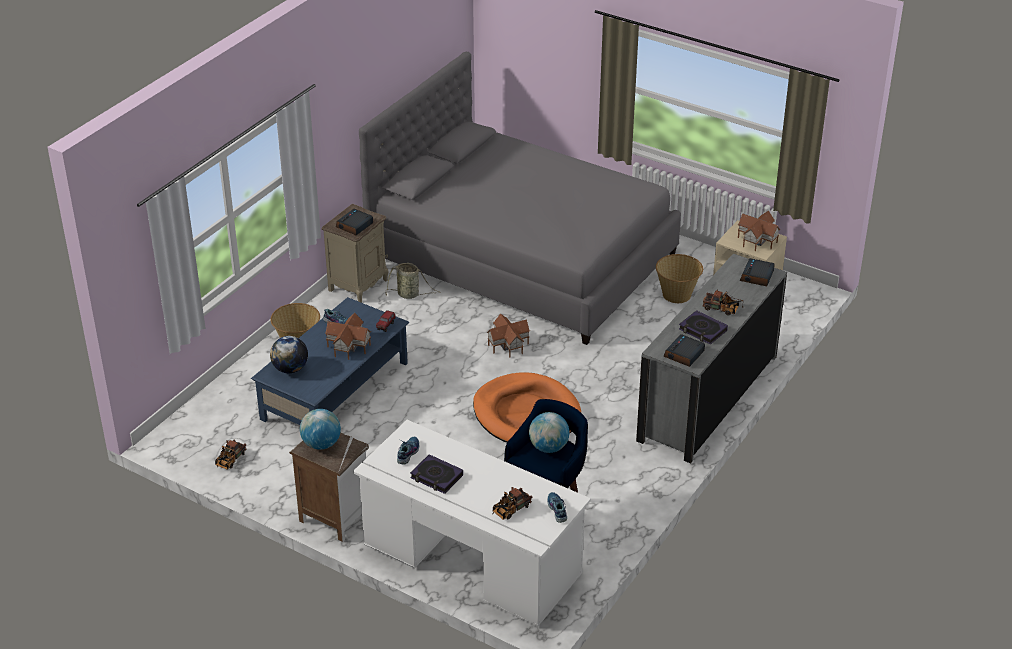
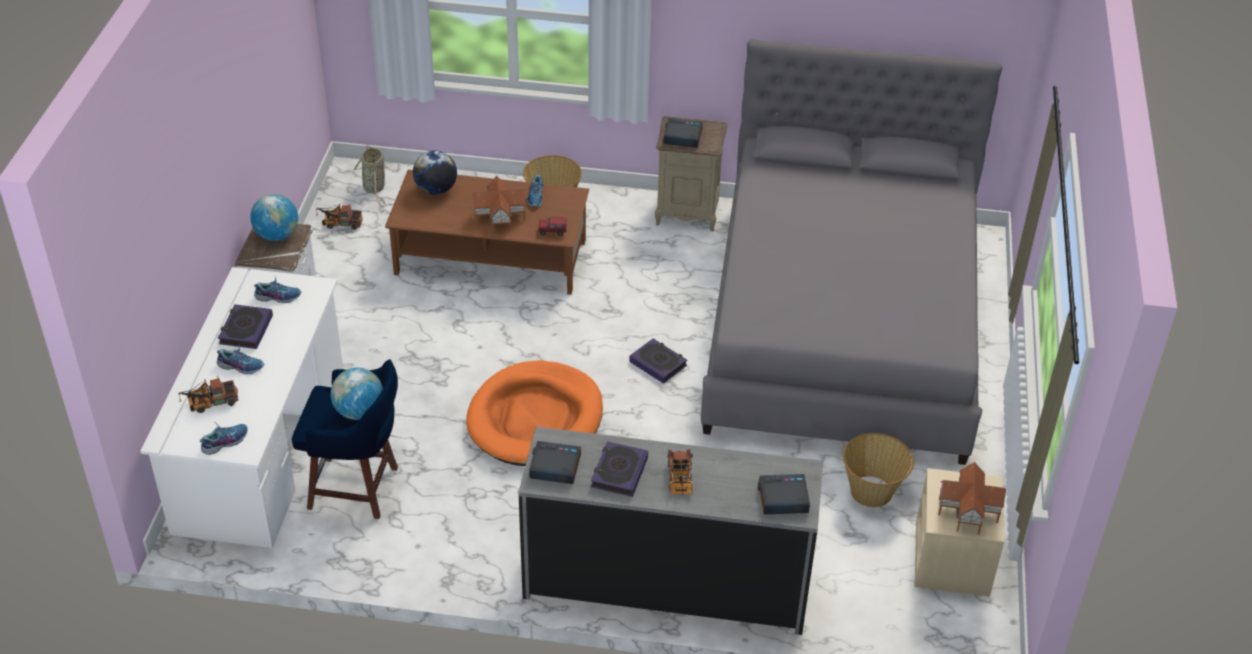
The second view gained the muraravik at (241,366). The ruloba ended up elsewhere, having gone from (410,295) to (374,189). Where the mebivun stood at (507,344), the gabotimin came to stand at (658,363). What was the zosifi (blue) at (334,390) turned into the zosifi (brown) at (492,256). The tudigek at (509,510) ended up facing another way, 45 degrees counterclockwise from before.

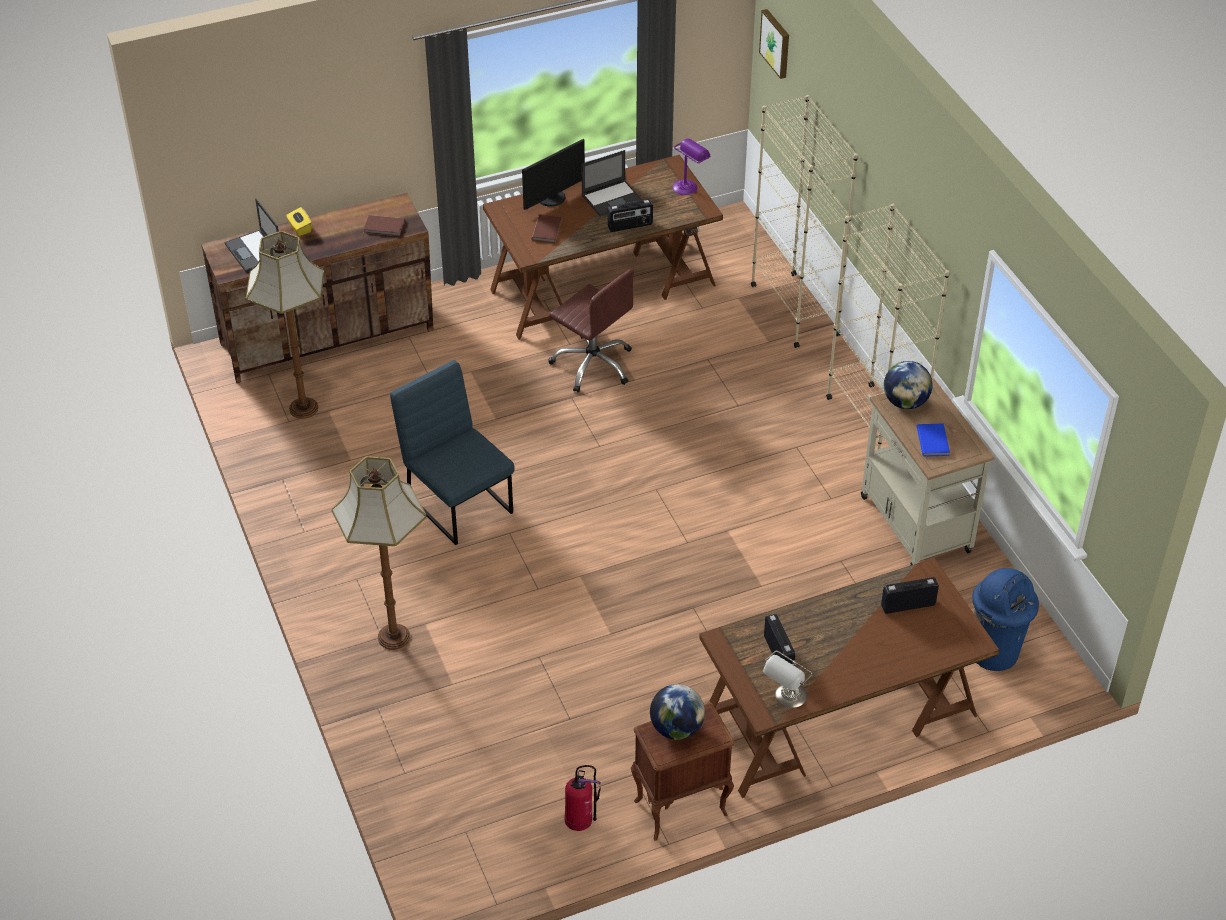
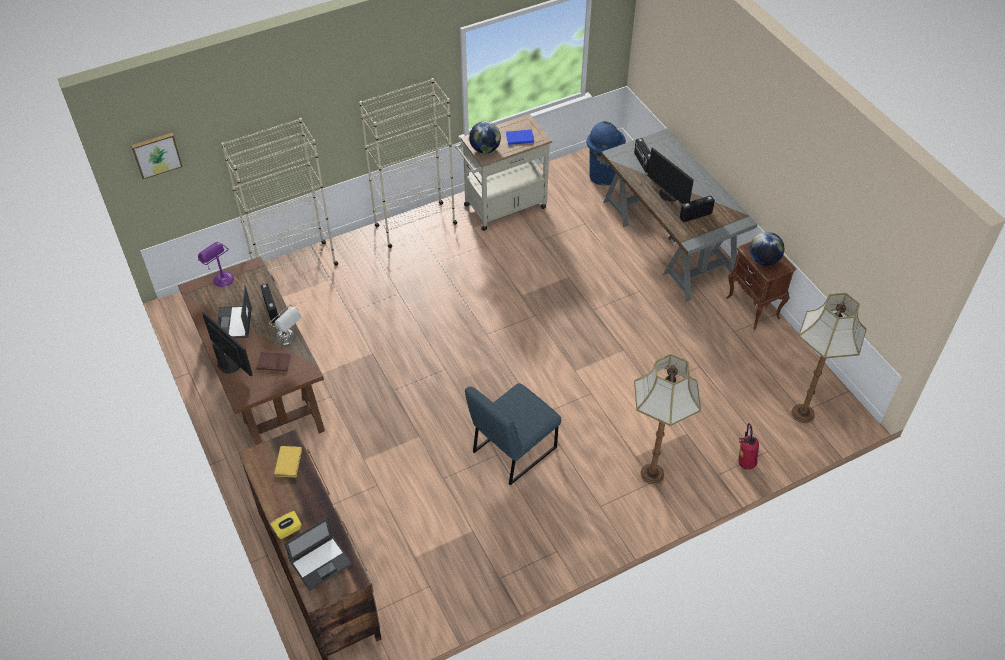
The second view lost the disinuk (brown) at (593,364). The second view gained the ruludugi at (668,194). The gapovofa ended up elsewhere, having gone from (303,409) to (803,414). The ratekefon ended up elsewhere, having gone from (580,821) to (745,463). The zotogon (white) ended up elsewhere, having gone from (787,699) to (288,338). What was the gabotimin (brown) at (384,227) turned into the gabotimin (yellow) at (289,462). What was the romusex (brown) at (839,720) turned into the romusex (grey) at (668,240). The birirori at (612,198) ended up facing another way, 150 degrees counterclockwise from before.

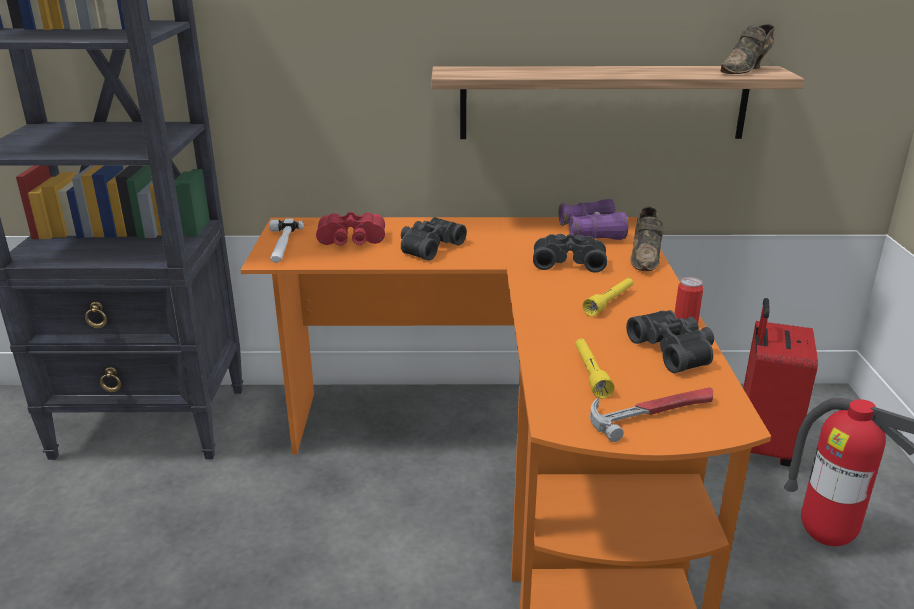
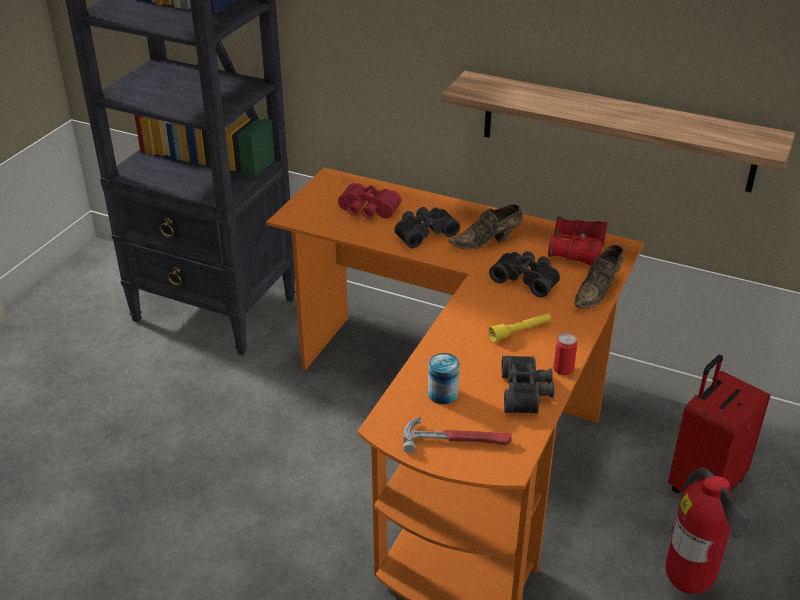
The second view lost the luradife at (281,245). The muraravik (brown) ended up elsewhere, having gone from (746,70) to (488,242). Where the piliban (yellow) stood at (590,374), the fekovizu came to stand at (443,394). What was the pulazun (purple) at (591,232) turned into the pulazun (red) at (577,250).

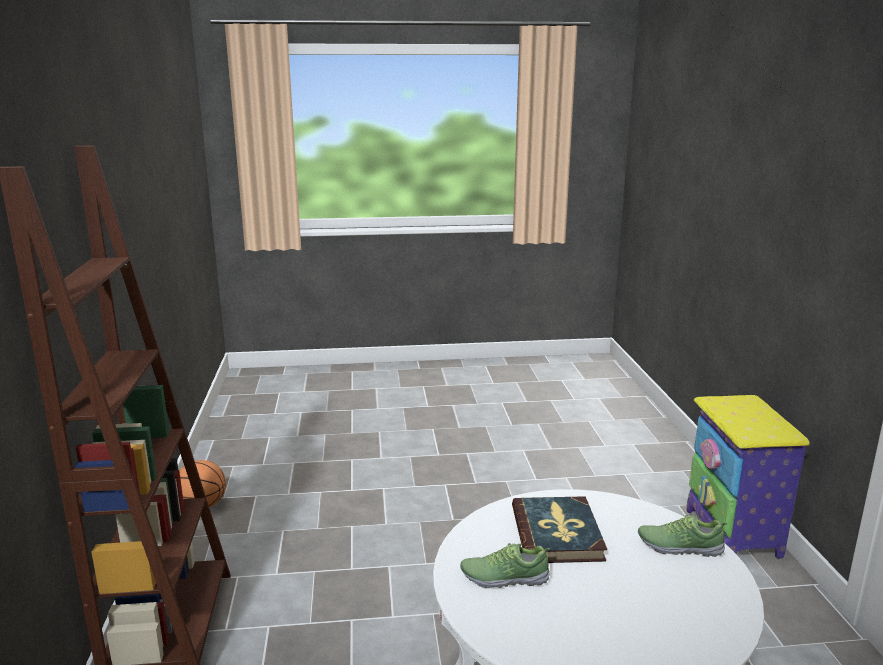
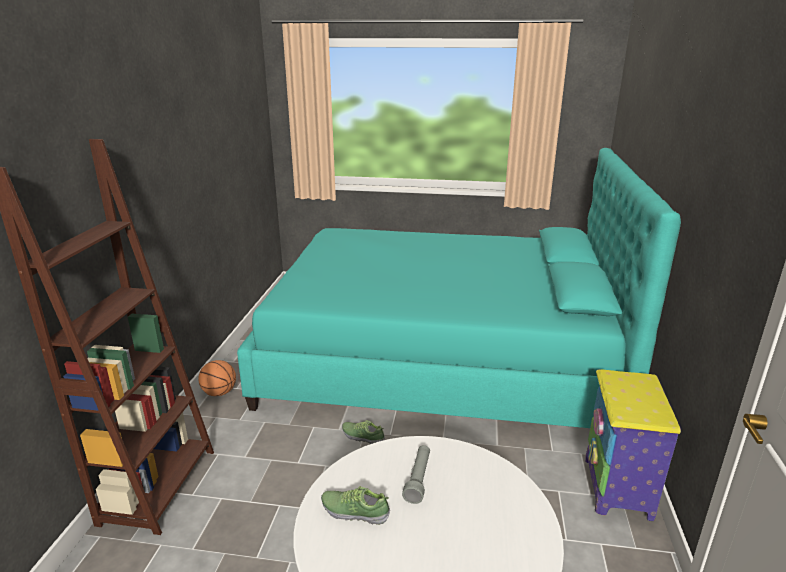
The second view gained the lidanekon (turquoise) at (440,358). The muraravik ended up elsewhere, having gone from (679,546) to (363,436). Where the gabotimin stood at (557,534), the piliban (grey) came to stand at (418,479).

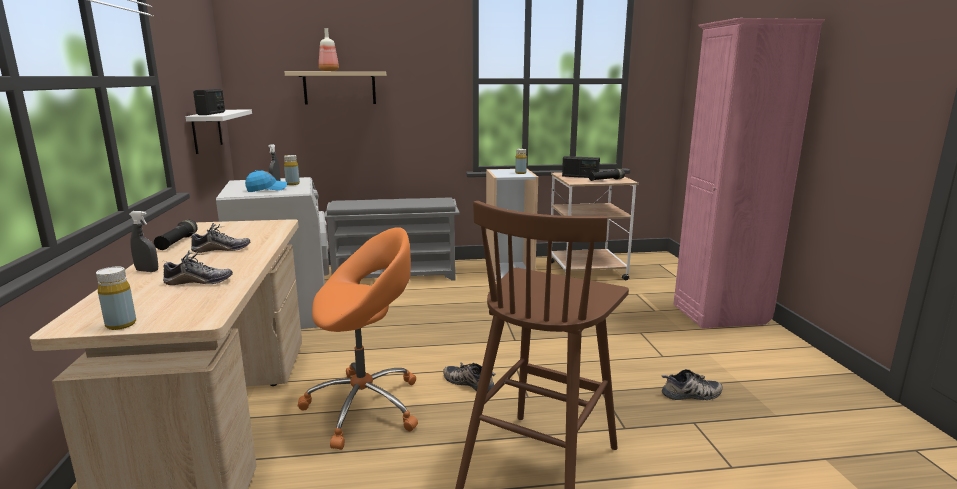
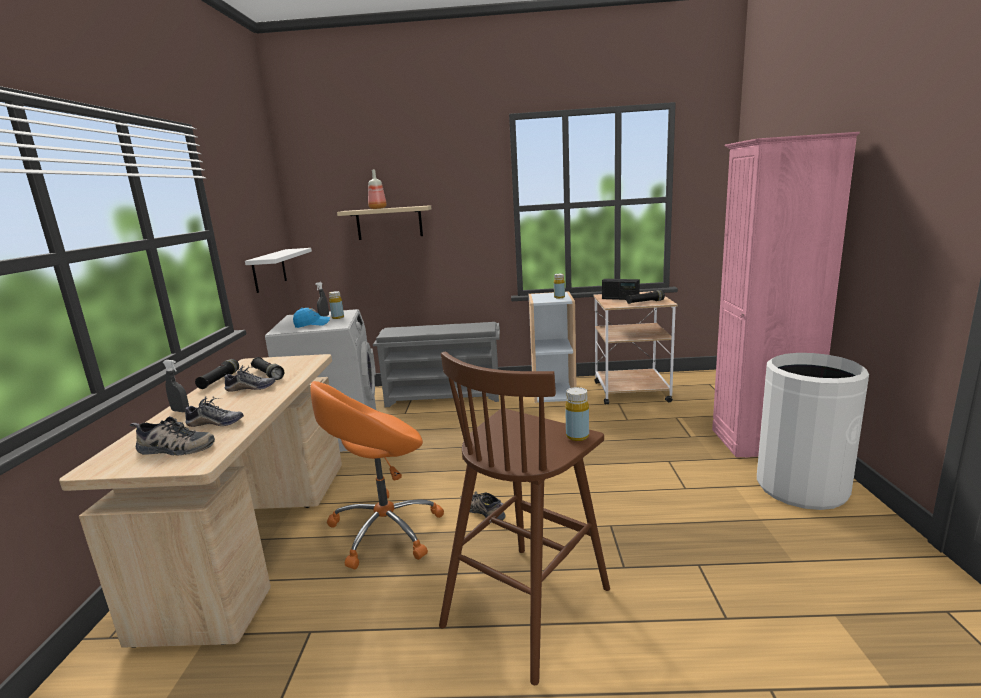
The second view lost the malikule at (211,113). The second view gained the piliban (black) at (268,374). The second view gained the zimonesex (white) at (801,487). The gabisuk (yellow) ended up elsewhere, having gone from (121,324) to (577,436). The muraravik ended up elsewhere, having gone from (691,394) to (174,449). The disinuk (orange) at (367,405) ended up facing another way, 150 degrees clockwise from before.

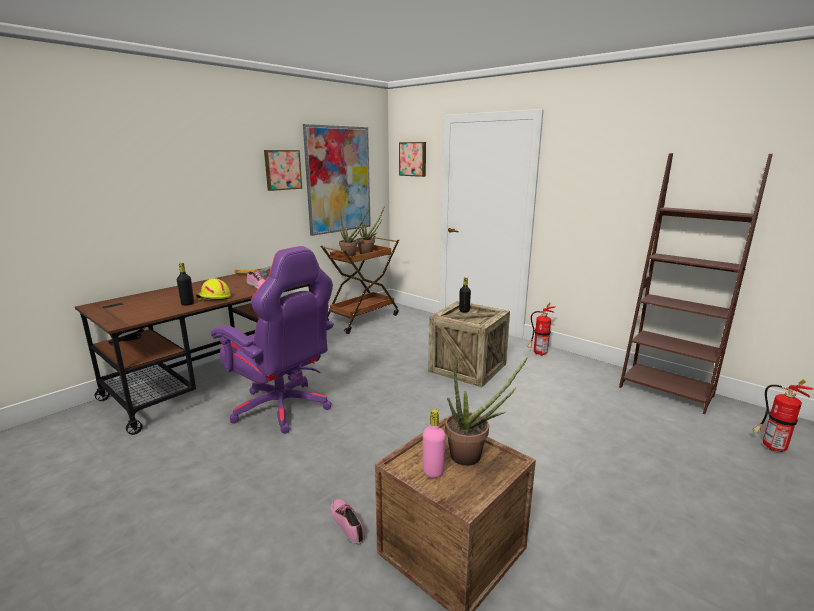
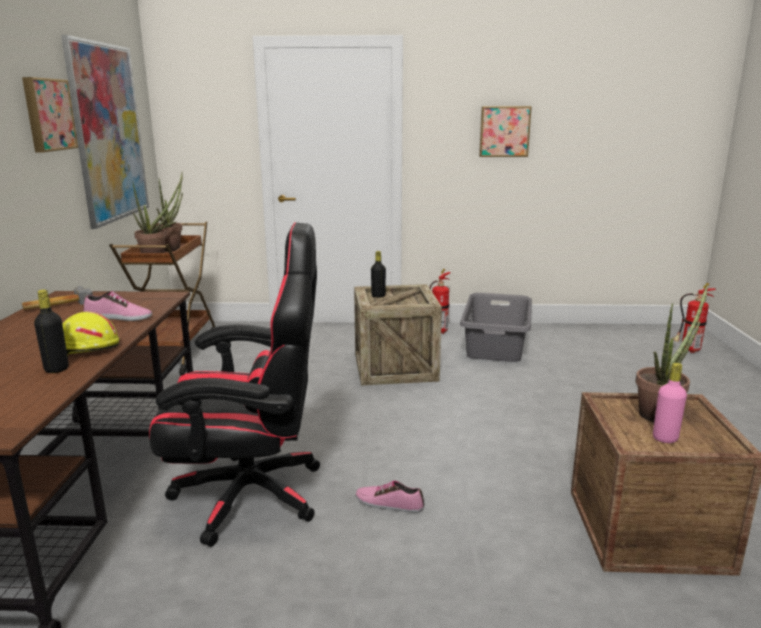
The second view lost the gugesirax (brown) at (666,391). The second view gained the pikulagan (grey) at (496,345). The muraravik ended up elsewhere, having gone from (347,523) to (389,503). The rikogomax ended up elsewhere, having gone from (413,159) to (504,131). What was the disinuk (purple) at (281,407) turned into the disinuk (black) at (248,495).

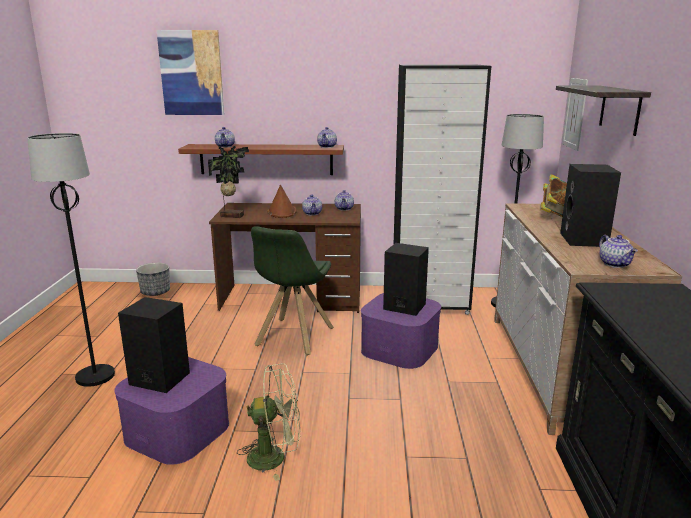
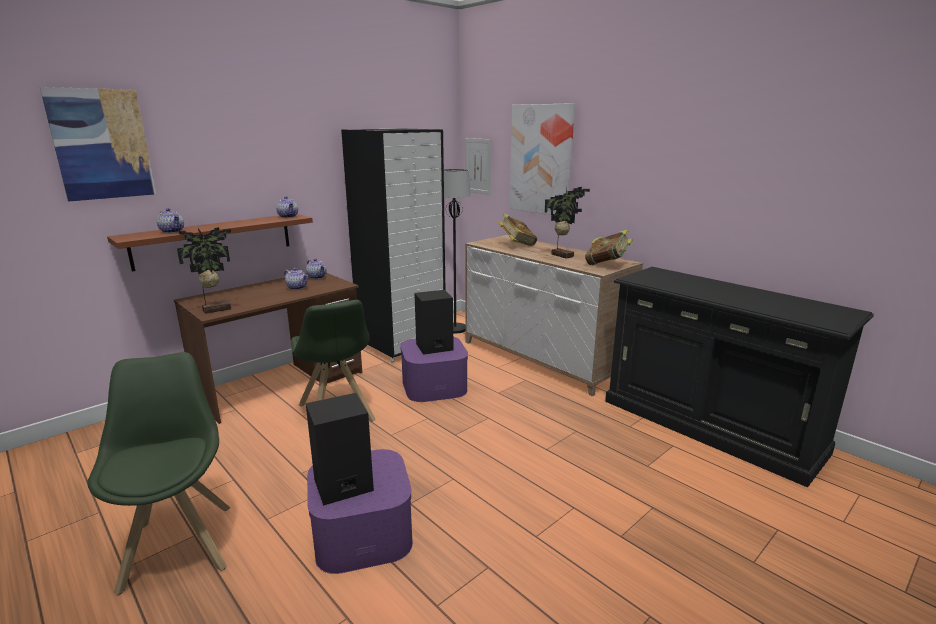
The second view lost the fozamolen at (156,292). The second view lost the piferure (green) at (275,457). The second view lost the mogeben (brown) at (281,212). Where the gapovofa (black) stood at (96,376), the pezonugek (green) came to stand at (179,545). Where the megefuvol hung at (620,109), the rikogomax came to hang at (541,160). Where the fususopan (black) stood at (585,240), the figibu came to stand at (563,255). Where the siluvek stood at (615,264), the gabotimin came to stand at (607,264).

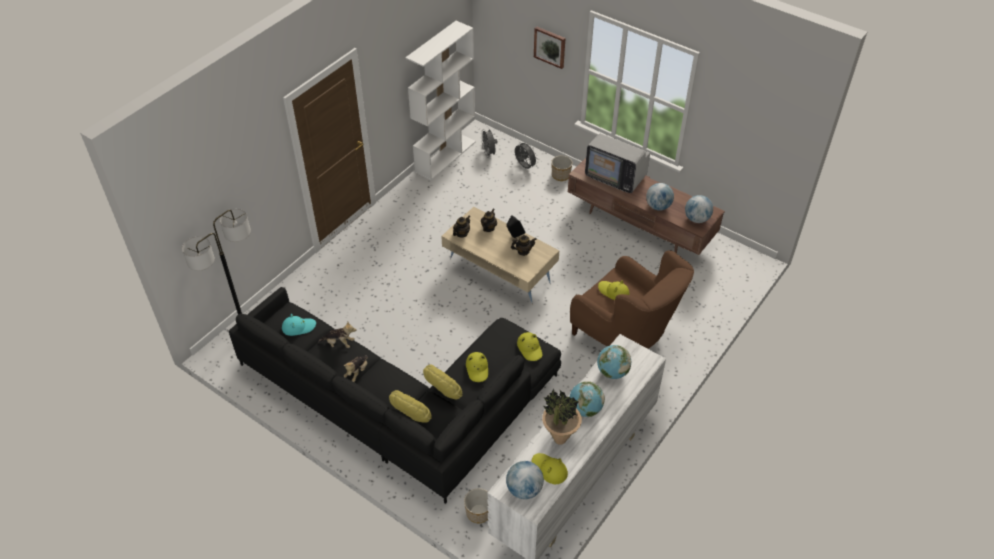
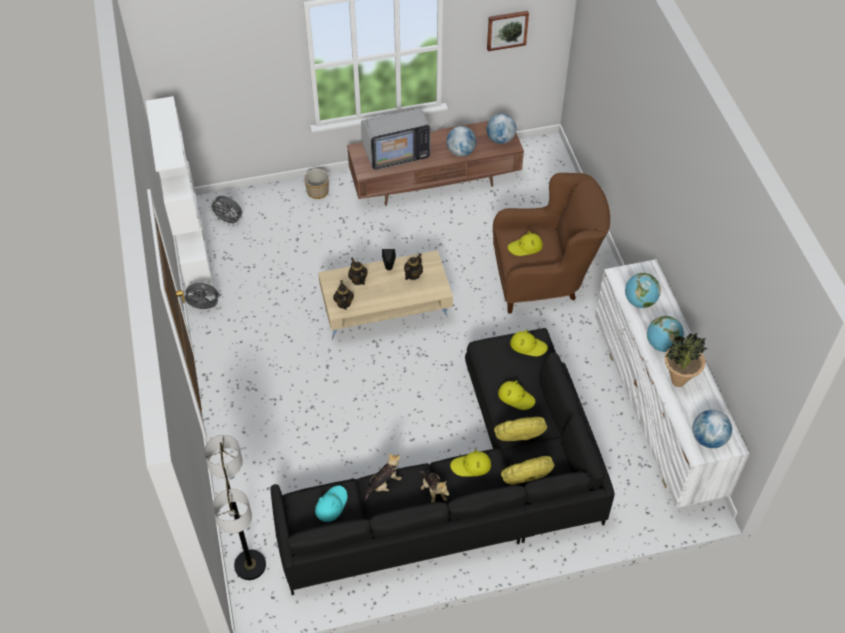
The second view lost the fozamolen at (478,513). The piferure (grey) ended up elsewhere, having gone from (524,166) to (204,307). The mogeben (yellow) ended up elsewhere, having gone from (549,469) to (471,466). The rikogomax ended up elsewhere, having gone from (550,47) to (507,29).

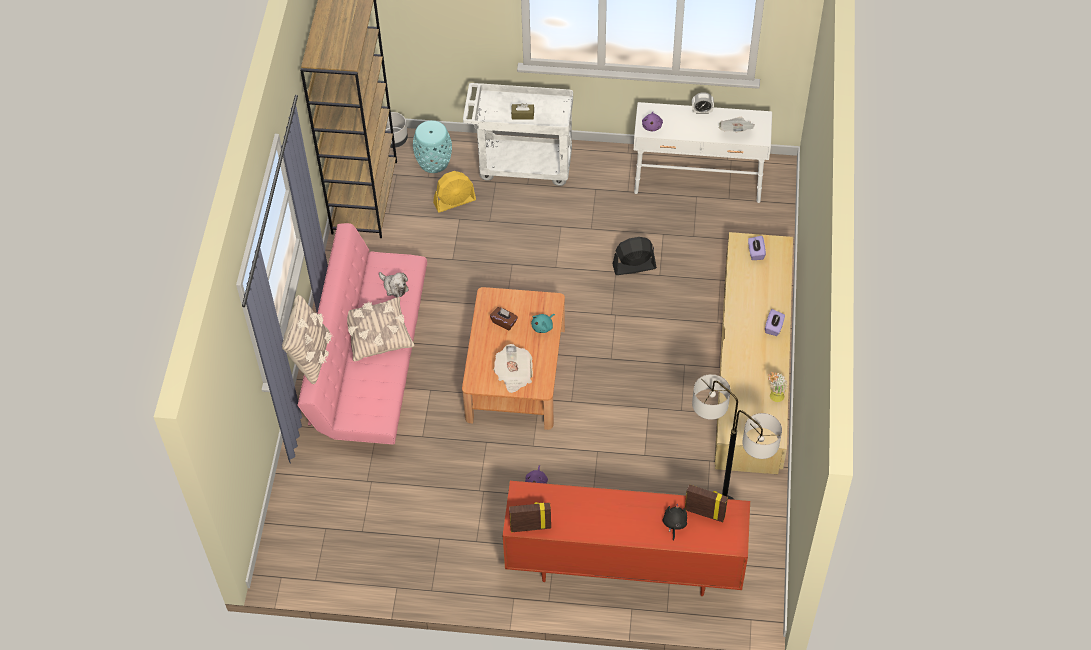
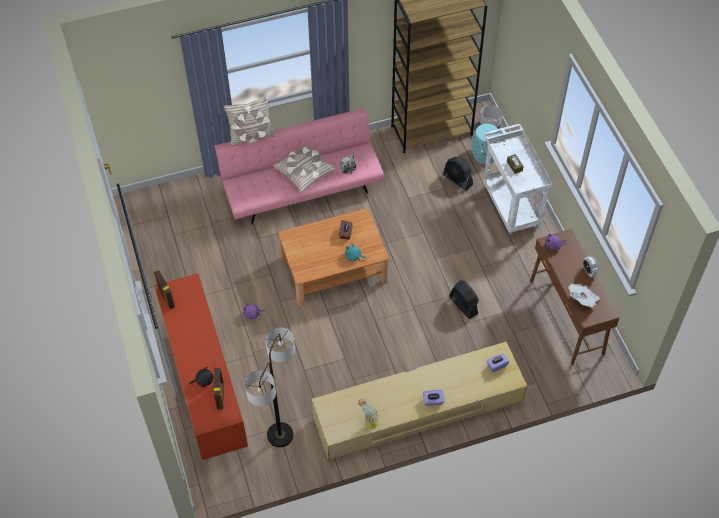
The second view lost the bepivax at (514,375). What was the piferure (yellow) at (455,201) turned into the piferure (black) at (457,180). What was the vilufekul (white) at (698,182) turned into the vilufekul (brown) at (565,317).

